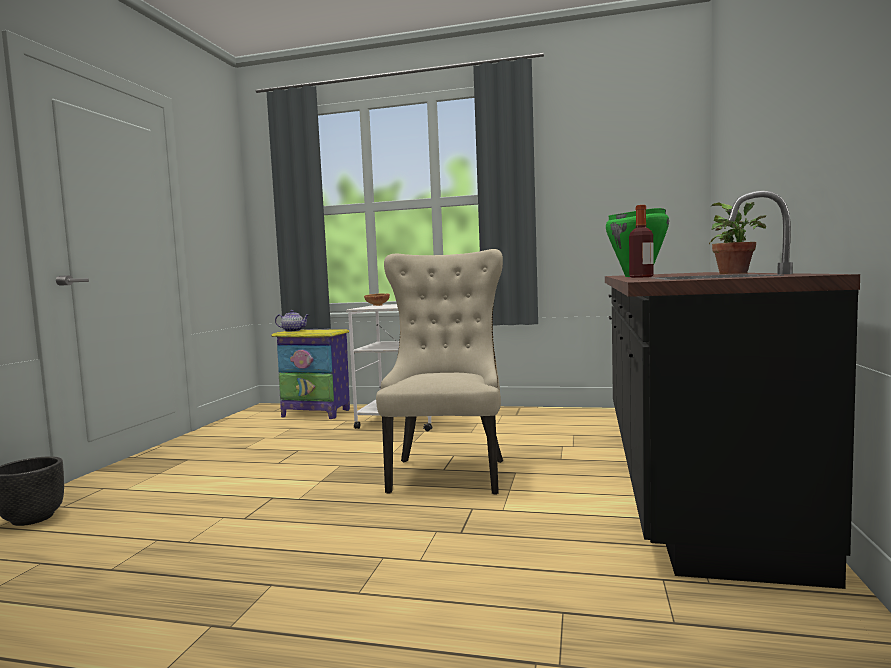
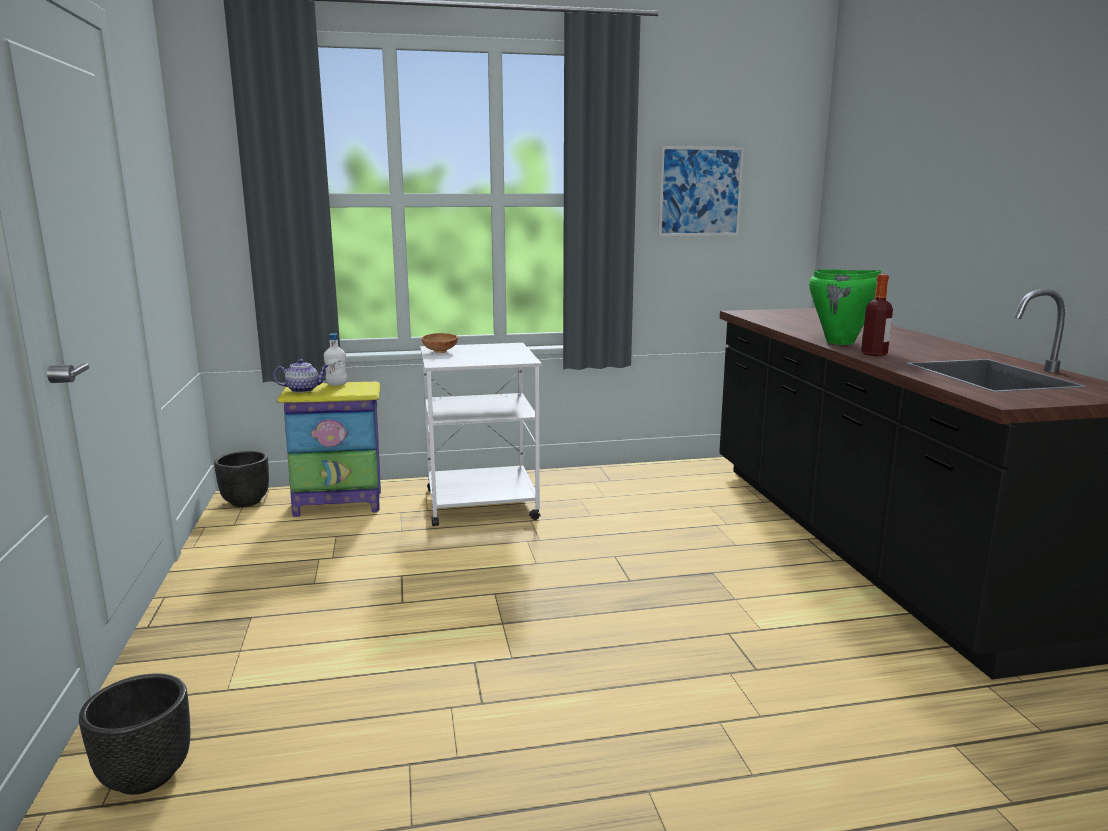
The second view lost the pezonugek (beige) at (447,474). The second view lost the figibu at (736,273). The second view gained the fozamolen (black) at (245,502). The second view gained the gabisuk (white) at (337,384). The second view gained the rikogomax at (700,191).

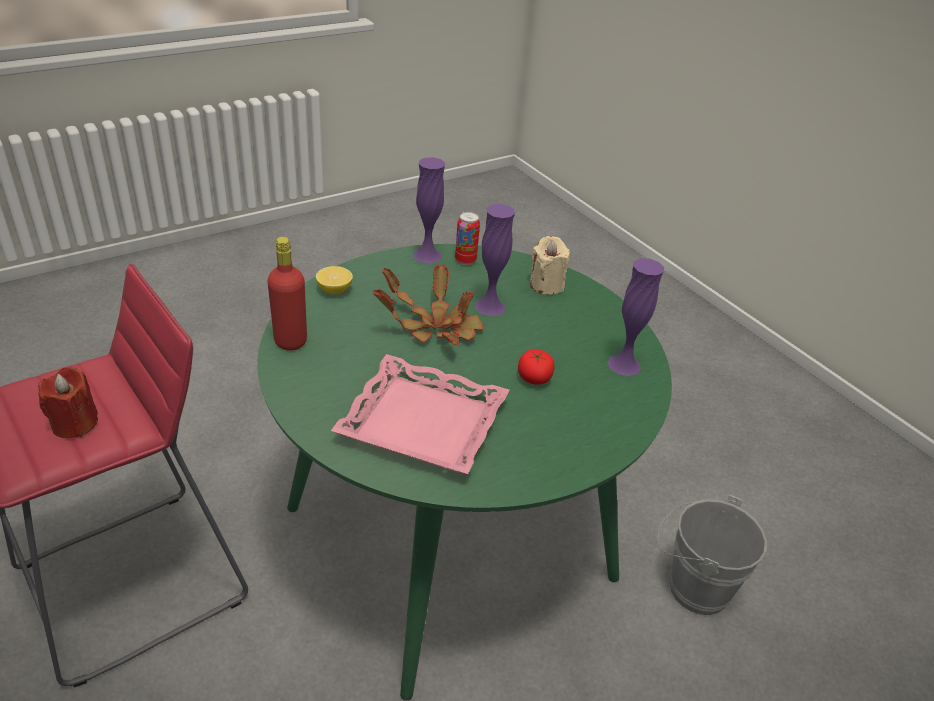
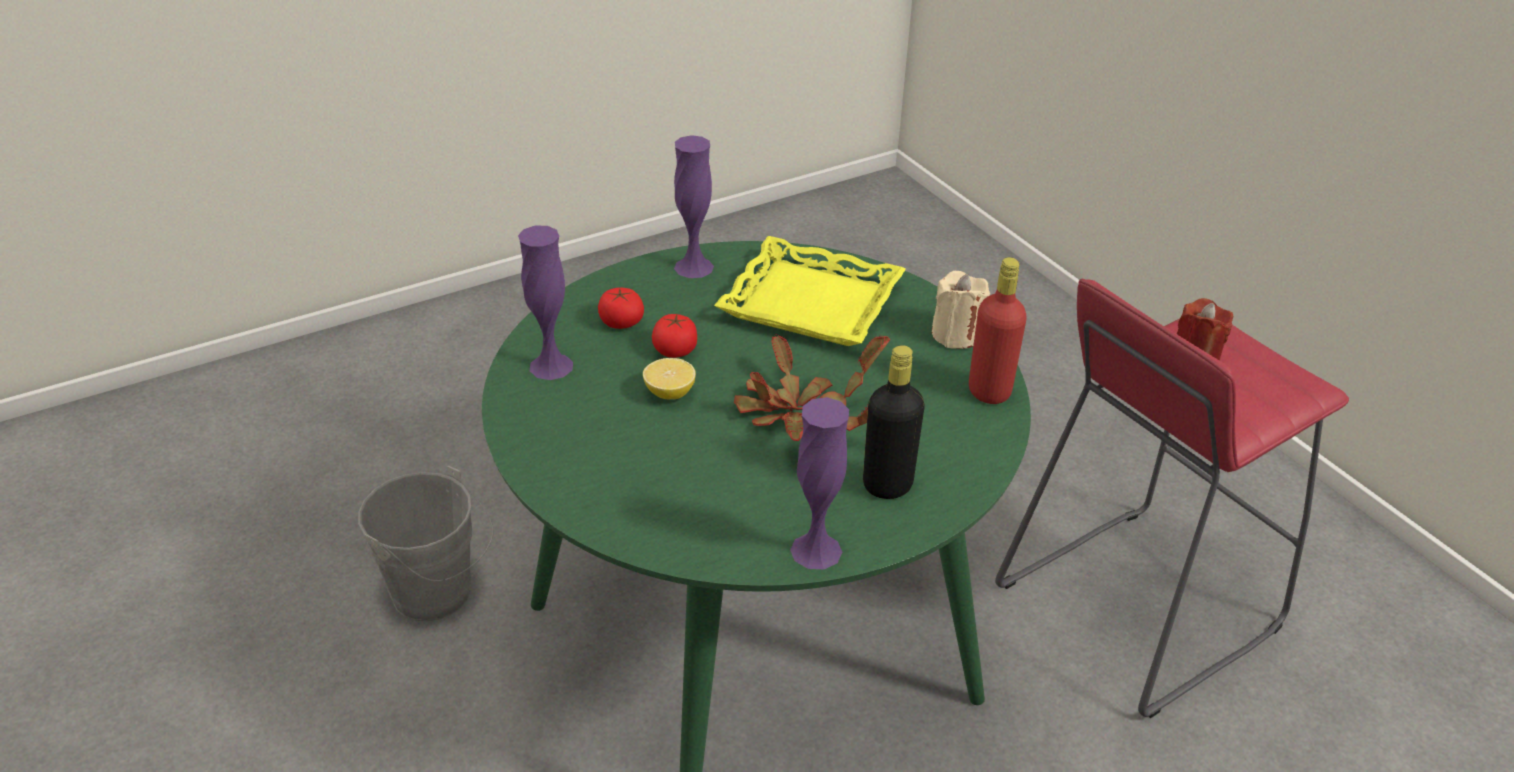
The second view lost the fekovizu at (465,260). The second view gained the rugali at (621,322). The second view gained the gabisuk (black) at (887,485). The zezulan ended up elsewhere, having gone from (334,290) to (669,393). The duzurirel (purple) ended up elsewhere, having gone from (490,306) to (694,267). The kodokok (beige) ended up elsewhere, having gone from (546,285) to (956,335). What was the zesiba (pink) at (422,423) turned into the zesiba (yellow) at (812,302).

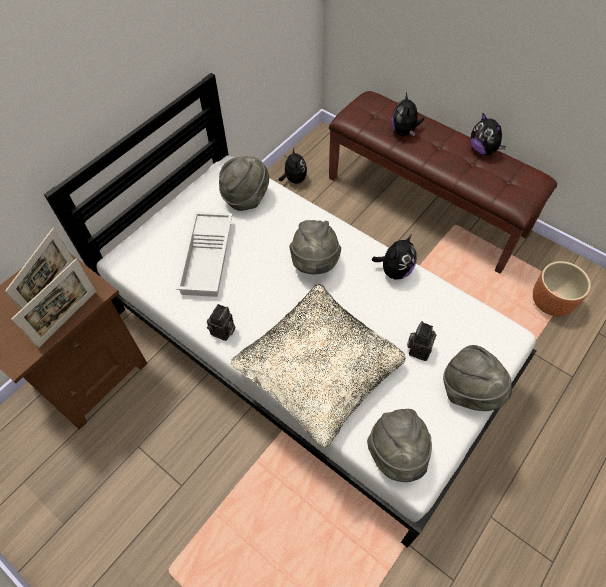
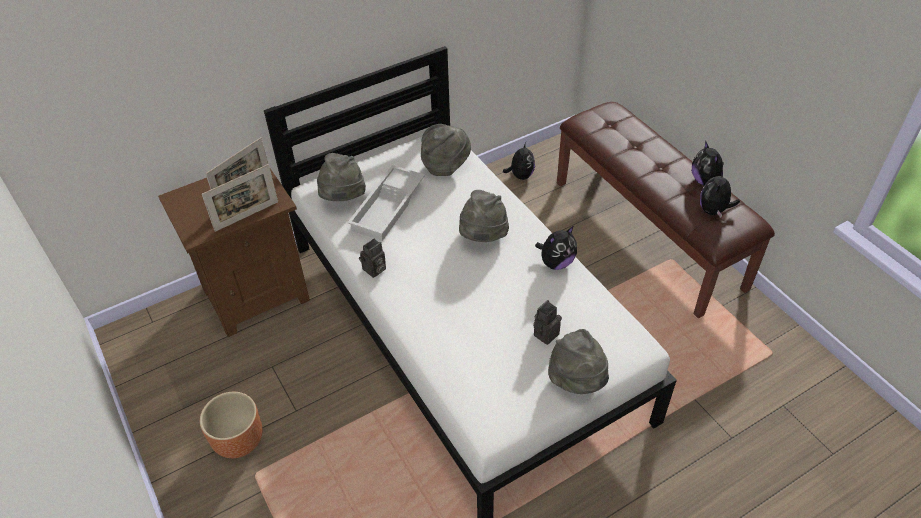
The second view lost the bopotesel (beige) at (320,367). The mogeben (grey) ended up elsewhere, having gone from (397,454) to (342,198). The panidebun ended up elsewhere, having gone from (404,131) to (713,210). The fozamolen (brown) ended up elsewhere, having gone from (551,302) to (239,440).

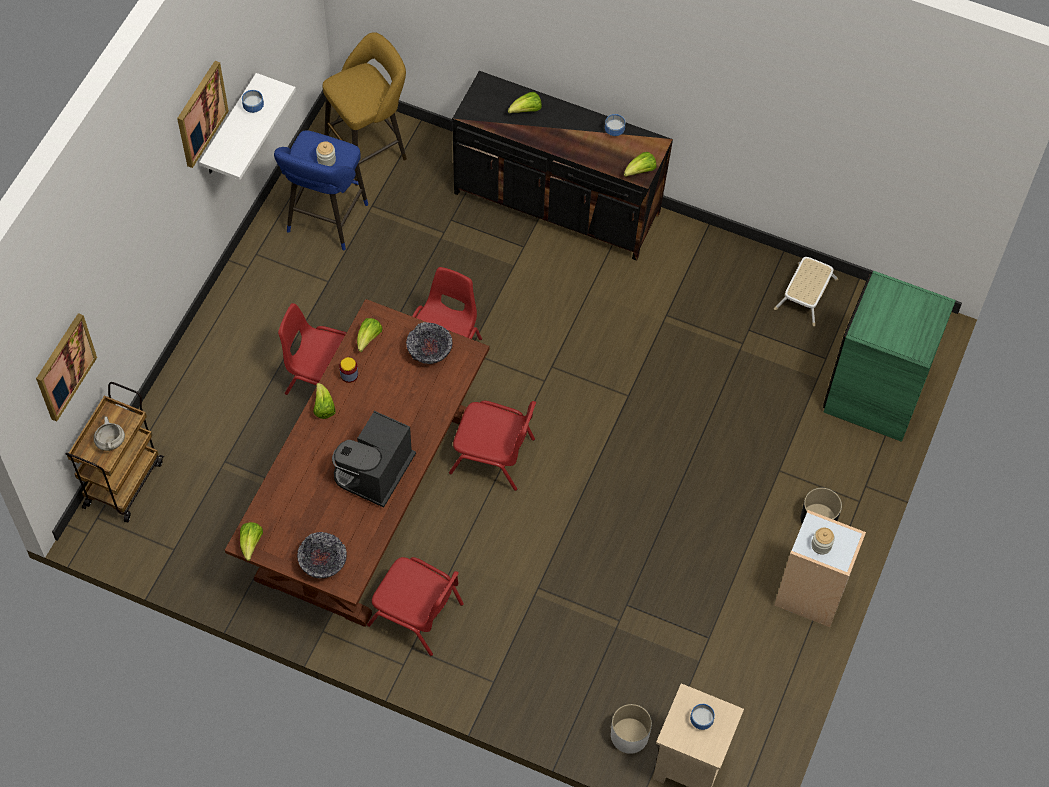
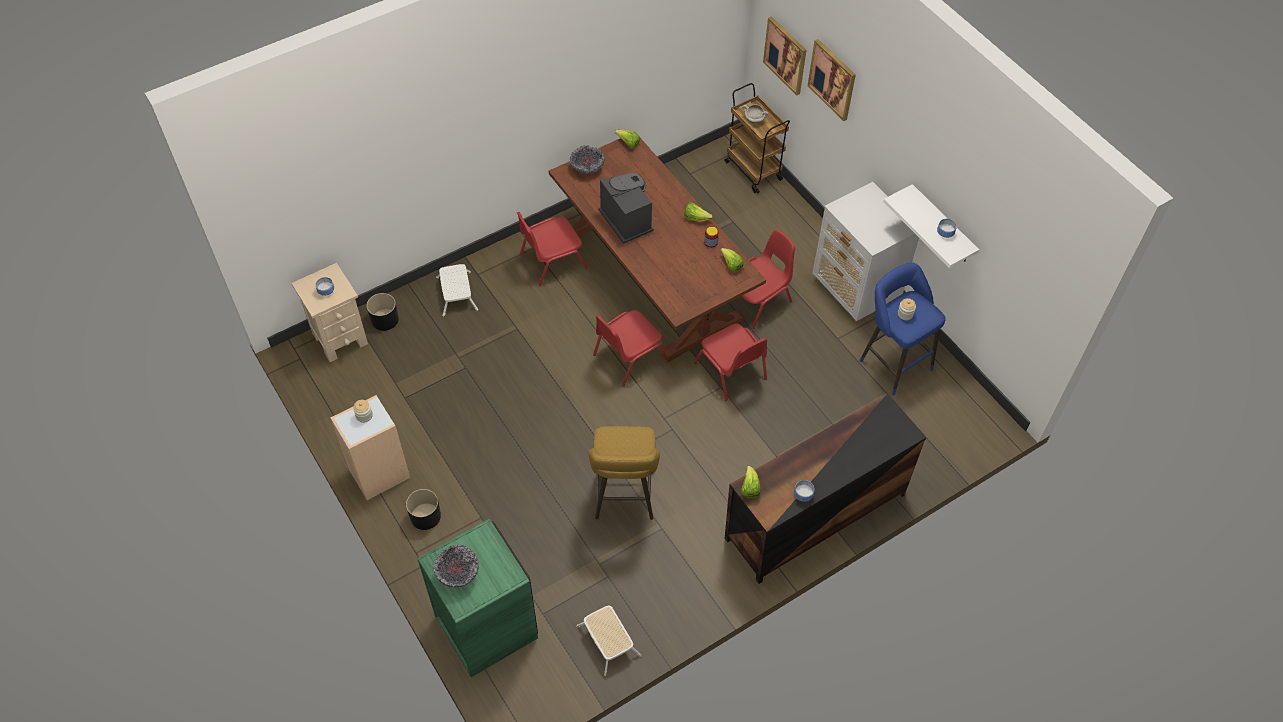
The second view lost the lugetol at (526,110). The second view gained the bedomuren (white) at (456,293). The second view gained the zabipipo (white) at (855,292). The rikogomax ended up elsewhere, having gone from (200,113) to (832,79). The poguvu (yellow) ended up elsewhere, having gone from (369,149) to (624,499). The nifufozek ended up elsewhere, having gone from (429,352) to (458,574). What was the fozamolen (white) at (629,736) turned into the fozamolen (black) at (384,319).

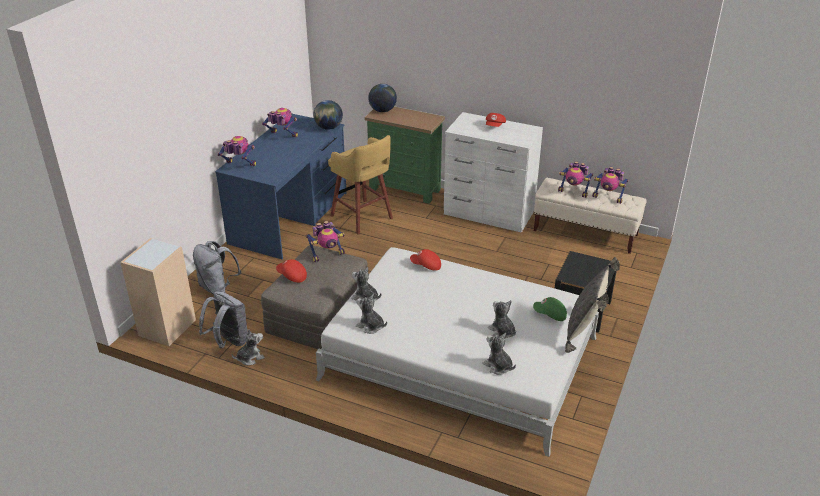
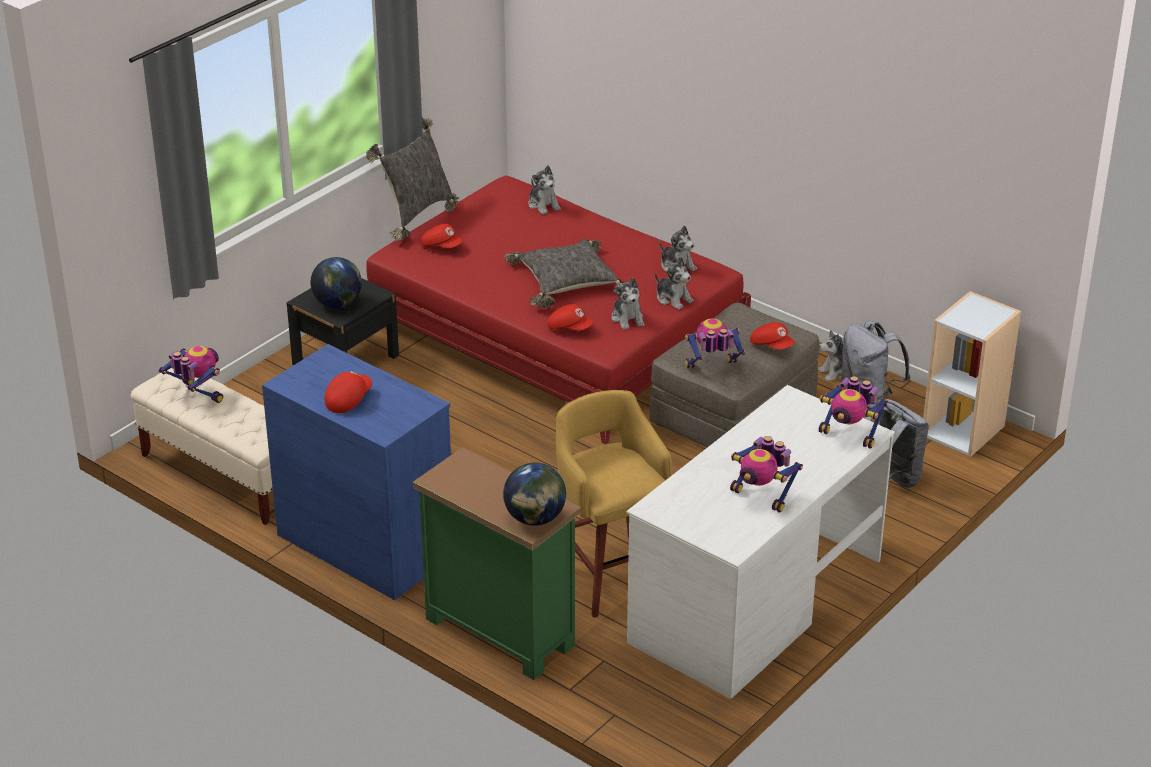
The second view lost the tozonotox at (573,192). The second view gained the bopotesel at (567,279). The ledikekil ended up elsewhere, having gone from (328,128) to (338,303). The panidebun ended up elsewhere, having gone from (502,332) to (627,318). What was the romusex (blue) at (290,217) turned into the romusex (white) at (755,601). What was the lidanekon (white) at (460,358) turned into the lidanekon (red) at (553,330). What was the zabipipo (white) at (489,213) turned into the zabipipo (blue) at (366,543). What was the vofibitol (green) at (550,315) turned into the vofibitol (red) at (442,246).

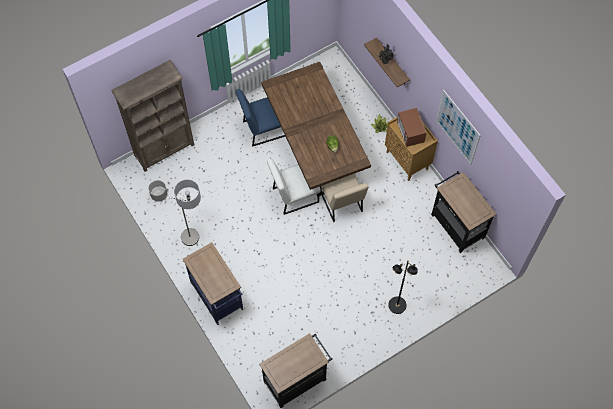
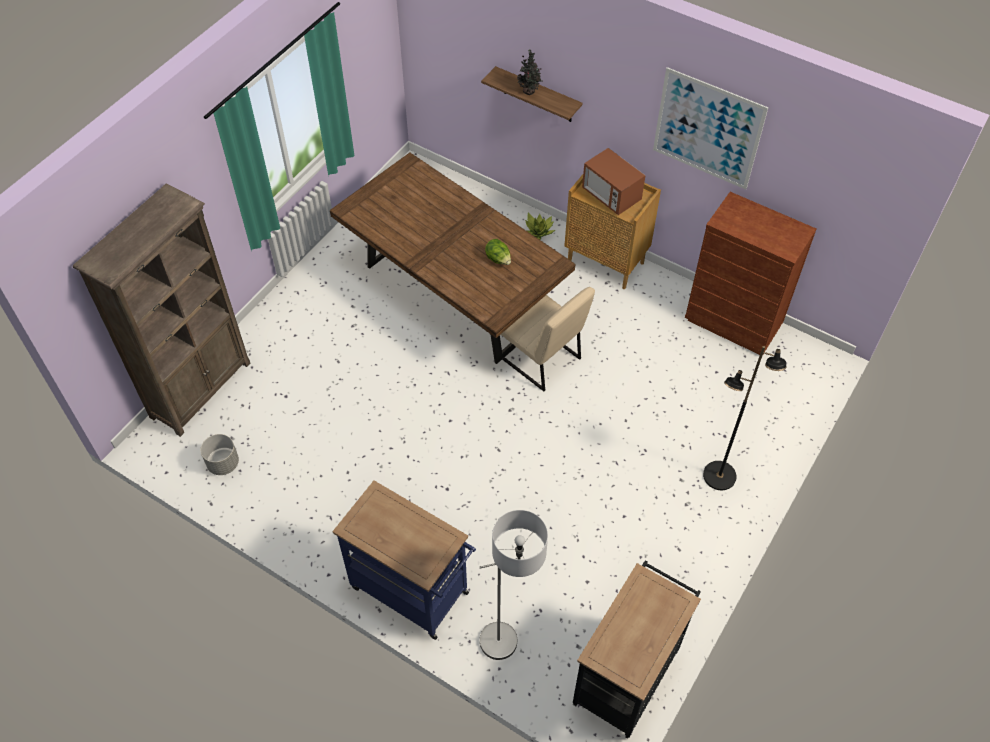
The second view lost the pezonugek (blue) at (263,128). The second view lost the pezonugek (white) at (294,195). The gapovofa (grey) ended up elsewhere, having gone from (195,238) to (509,638). Where the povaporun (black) stood at (456,225), the zabipipo (brown) came to stand at (733,323).

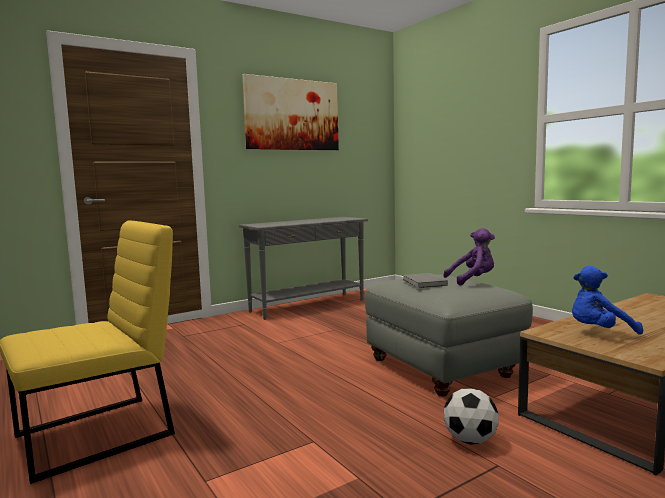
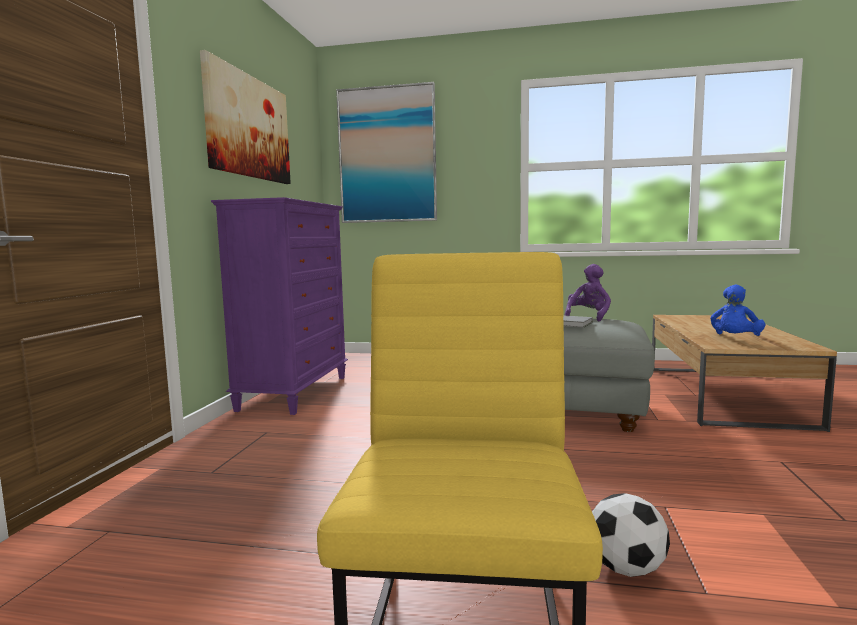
The second view gained the rikogomax at (387,155). The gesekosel ended up elsewhere, having gone from (470,440) to (626,568). Where the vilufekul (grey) stood at (308,305), the zabipipo (purple) came to stand at (295,392).

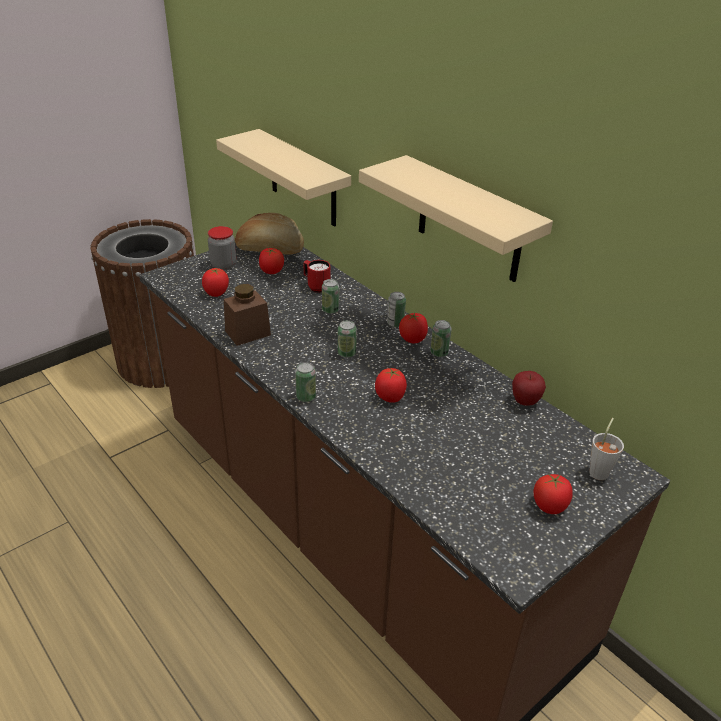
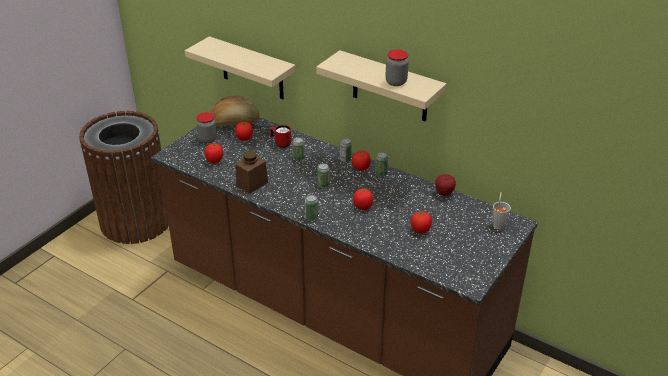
The second view gained the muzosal at (396,82). The rugali ended up elsewhere, having gone from (550,506) to (420,230).

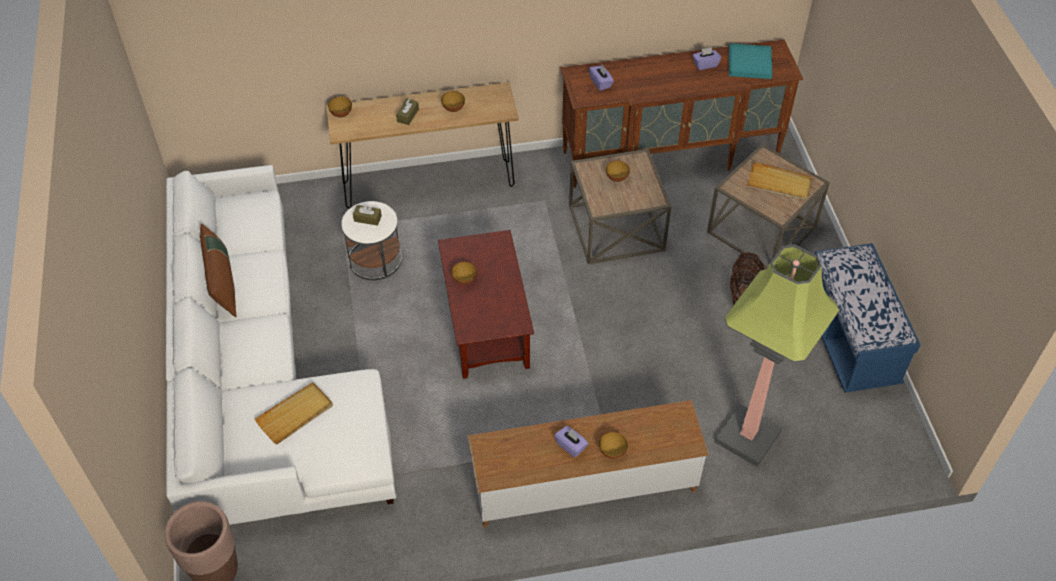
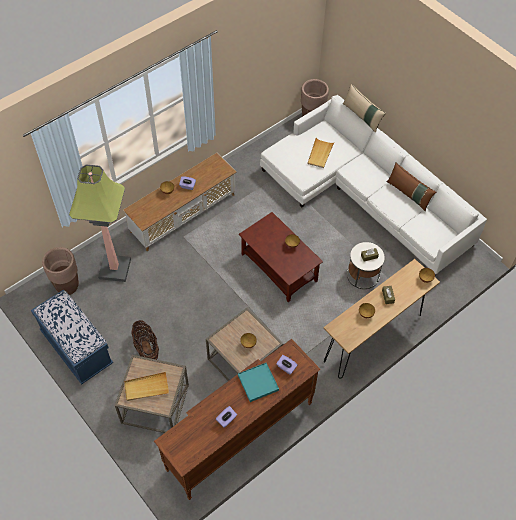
The second view gained the fozamolen (brown) at (67,286). The second view gained the bopotesel (beige) at (362,116). The zesiba (turquoise) ended up elsewhere, having gone from (749,63) to (258,383).

